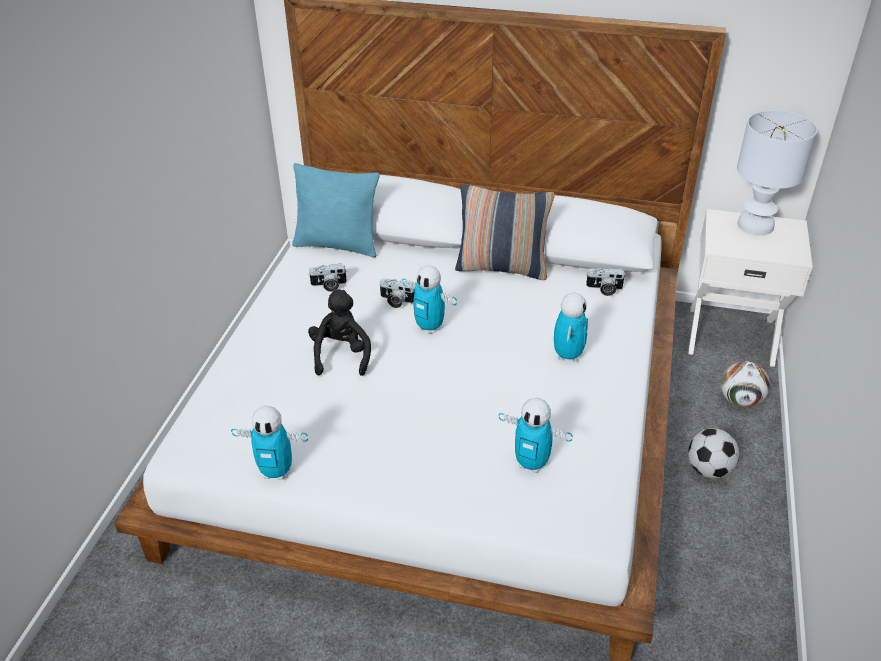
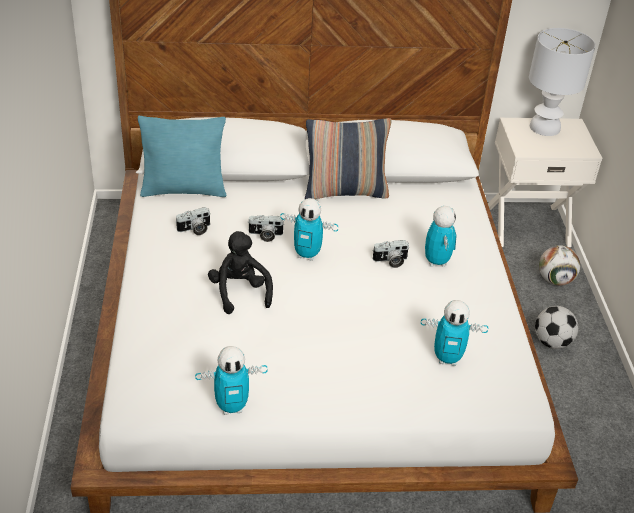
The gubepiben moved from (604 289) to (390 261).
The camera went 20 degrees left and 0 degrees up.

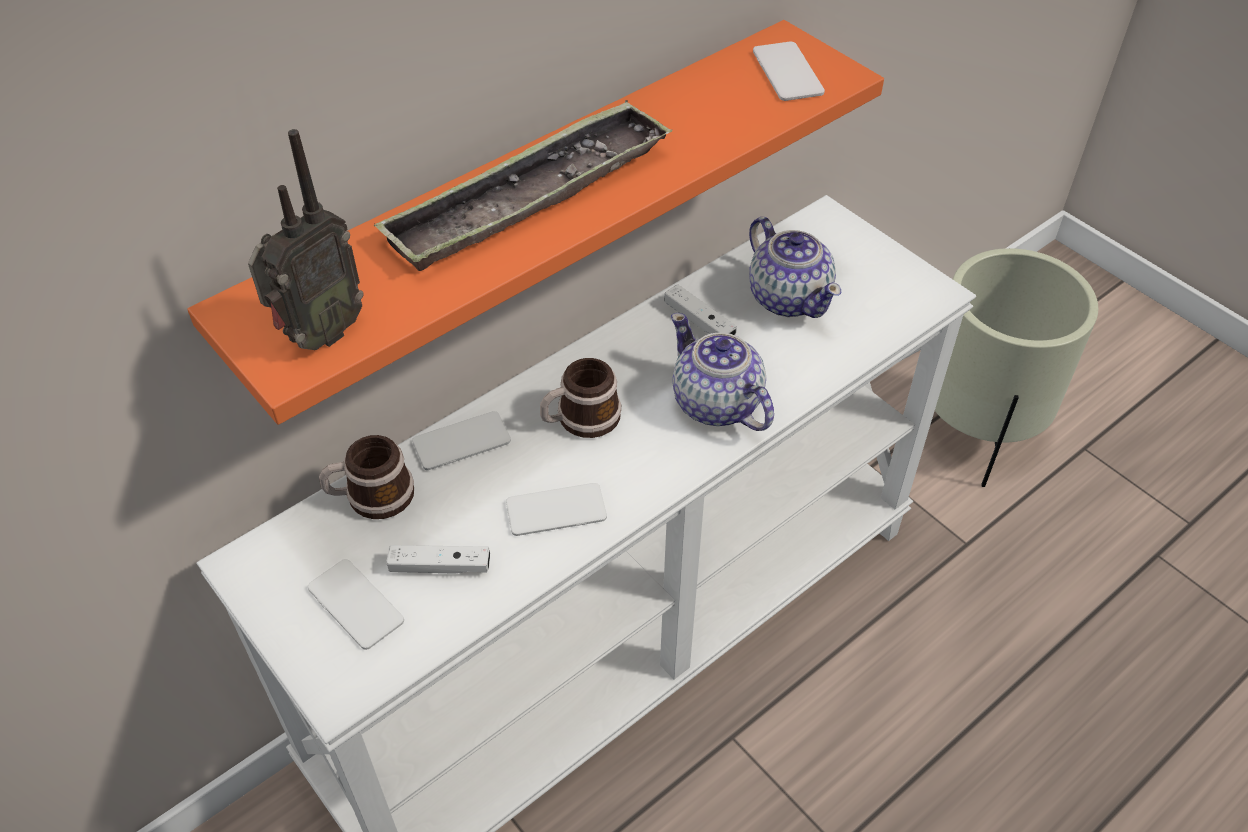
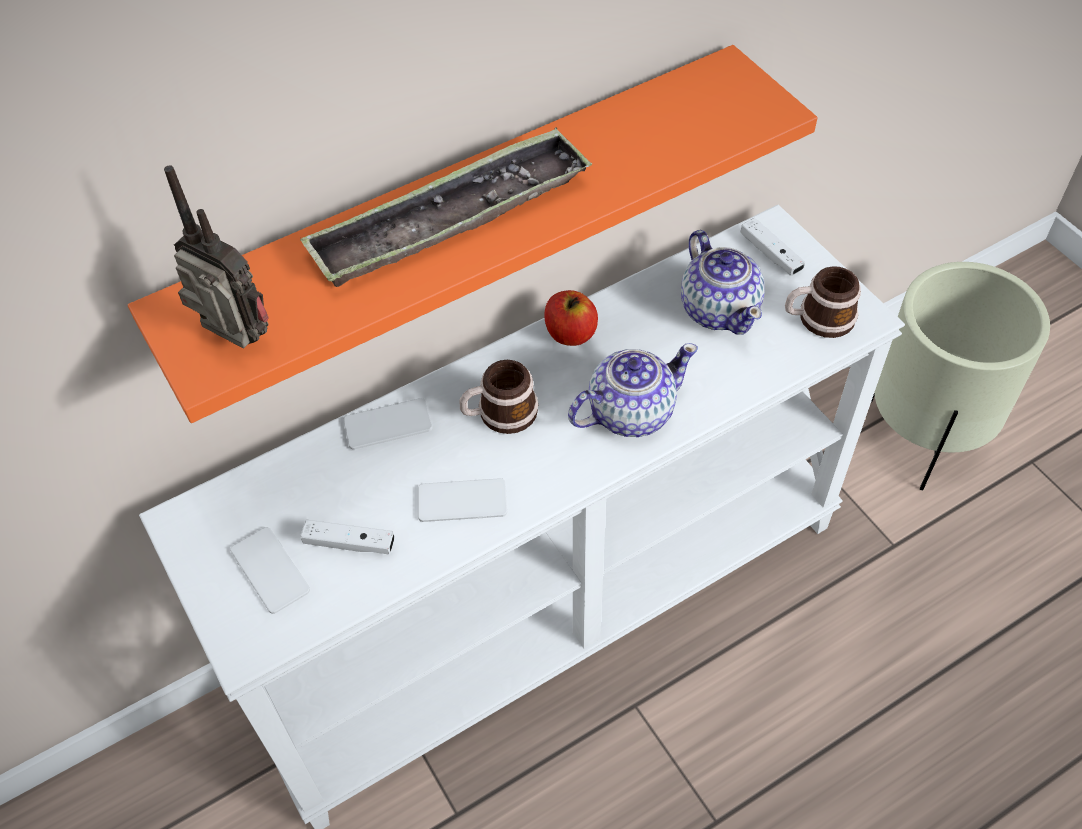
The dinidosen at (318 335) turned 105 degrees counterclockwise.
The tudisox moved from (371 496) to (818 319).
The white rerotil moved from (699 321) to (770 254).
The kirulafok at (716 404) turned 90 degrees clockwise.
The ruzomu at (787 73) disappeared.
The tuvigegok at (570 333) appeared.
The camera went 10 degrees right and 5 degrees up.

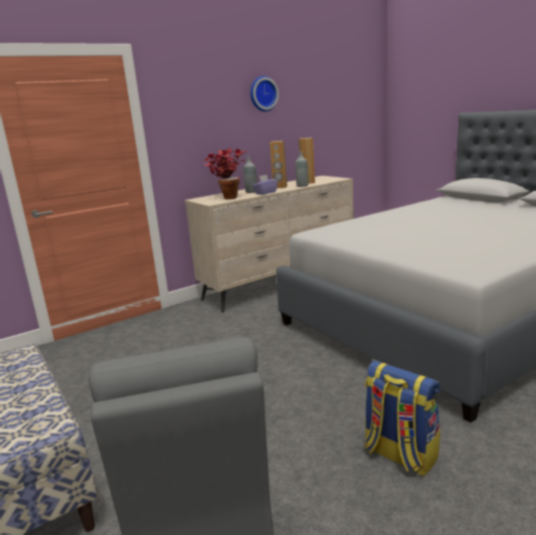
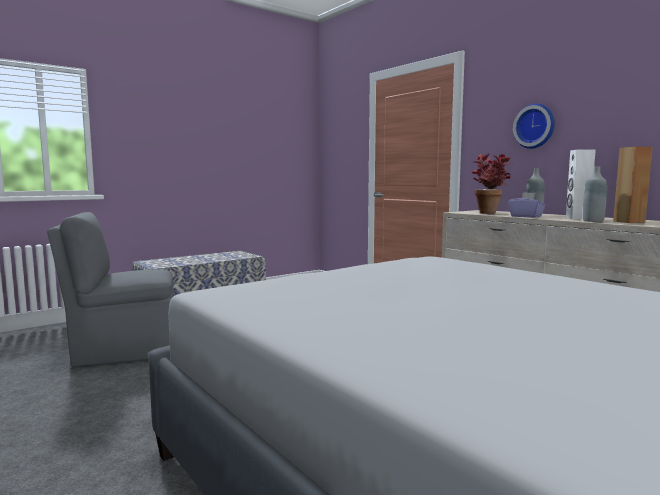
The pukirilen moved from (262 94) to (535 126).
The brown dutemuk at (280 187) became the white dutemuk at (577 218).
The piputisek at (399 455) disappeared.
The camera went 85 degrees right and 10 degrees down.

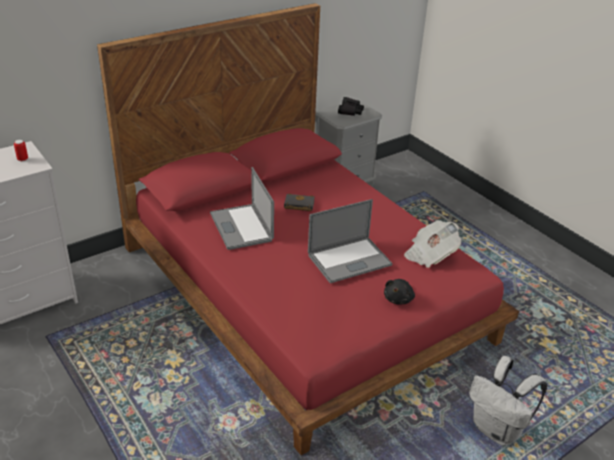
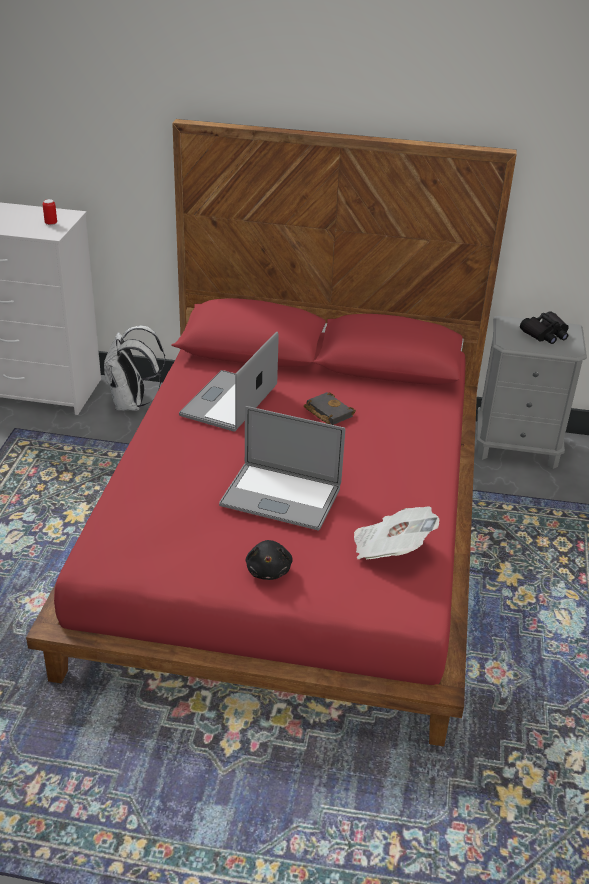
The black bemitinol at (399 299) turned 75 degrees counterclockwise.
The white piputisek moved from (497 430) to (132 404).
The camera went 45 degrees right and 0 degrees up.

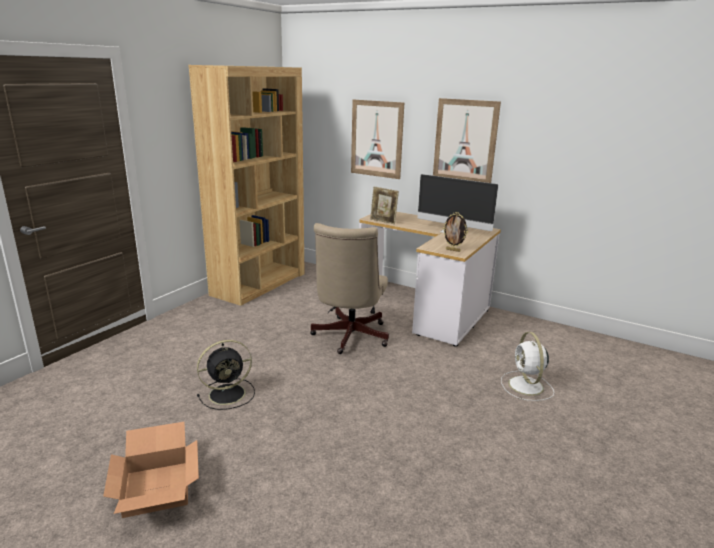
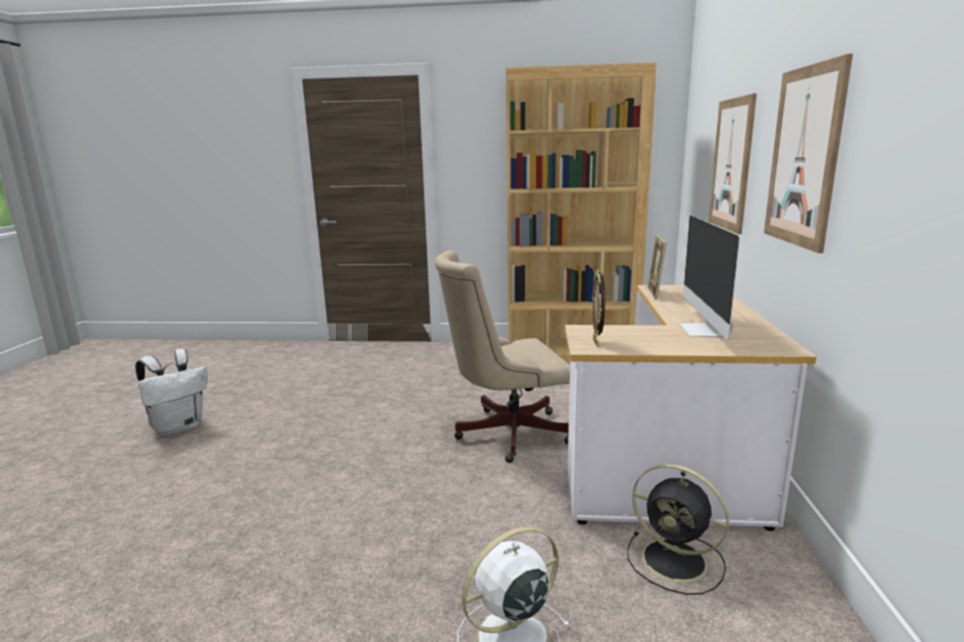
The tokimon at (155 487) was replaced by the white piputisek at (179 427).
The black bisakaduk moved from (229 394) to (677 561).
The camera went 65 degrees right and 5 degrees down.

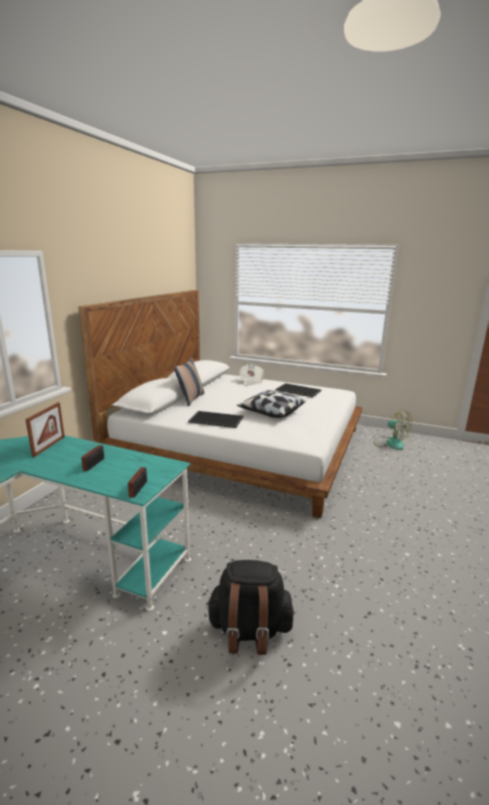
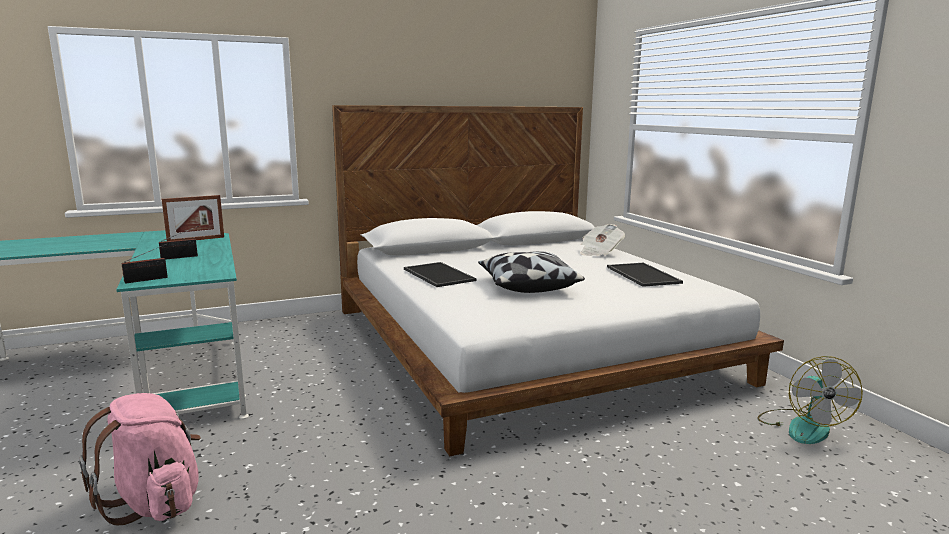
The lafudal at (191 399) disappeared.
The black piputisek at (249 630) became the pink piputisek at (155 502).
The camera went 45 degrees right and 5 degrees down.

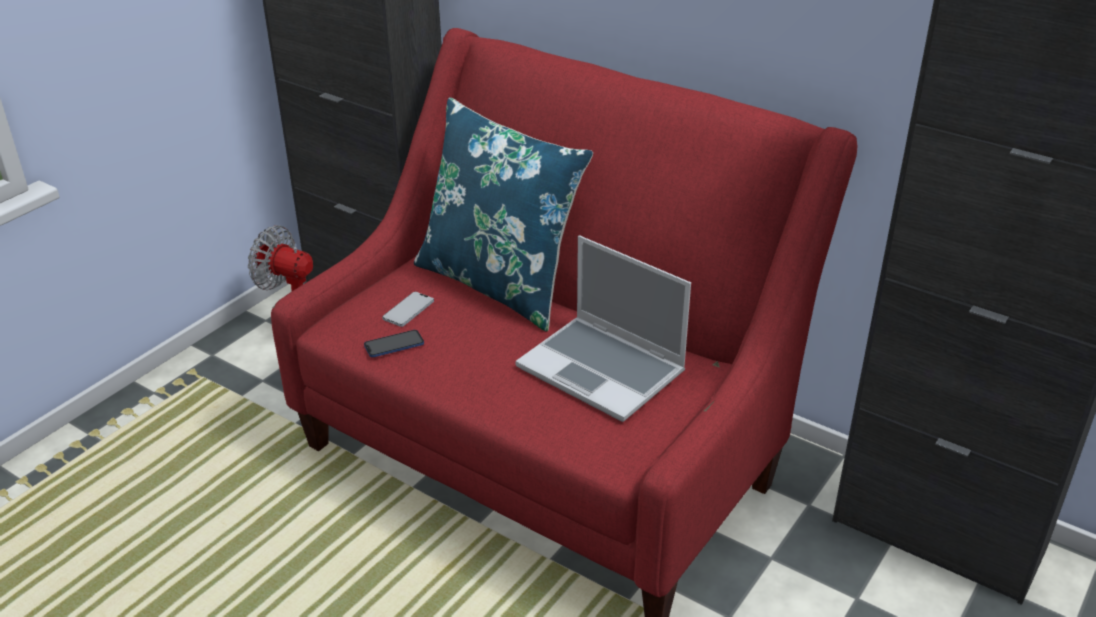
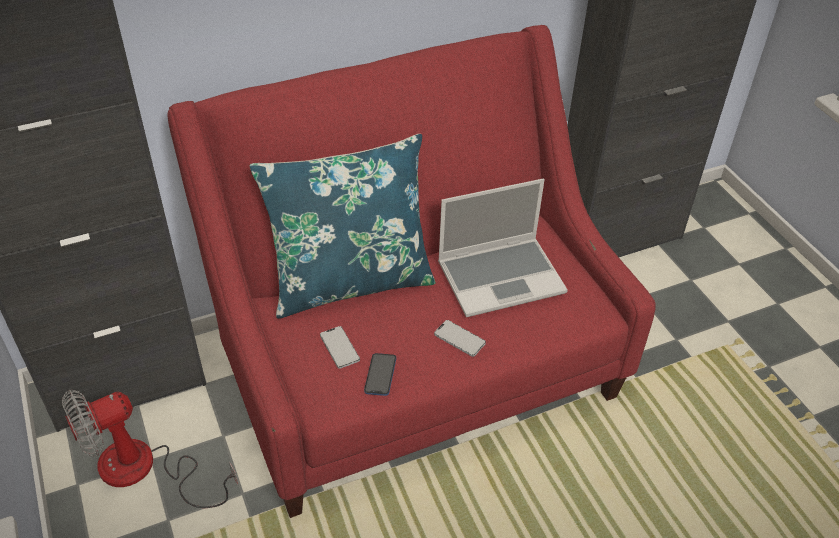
The ruzomu at (459 339) appeared.
The camera went 60 degrees left and 10 degrees up.

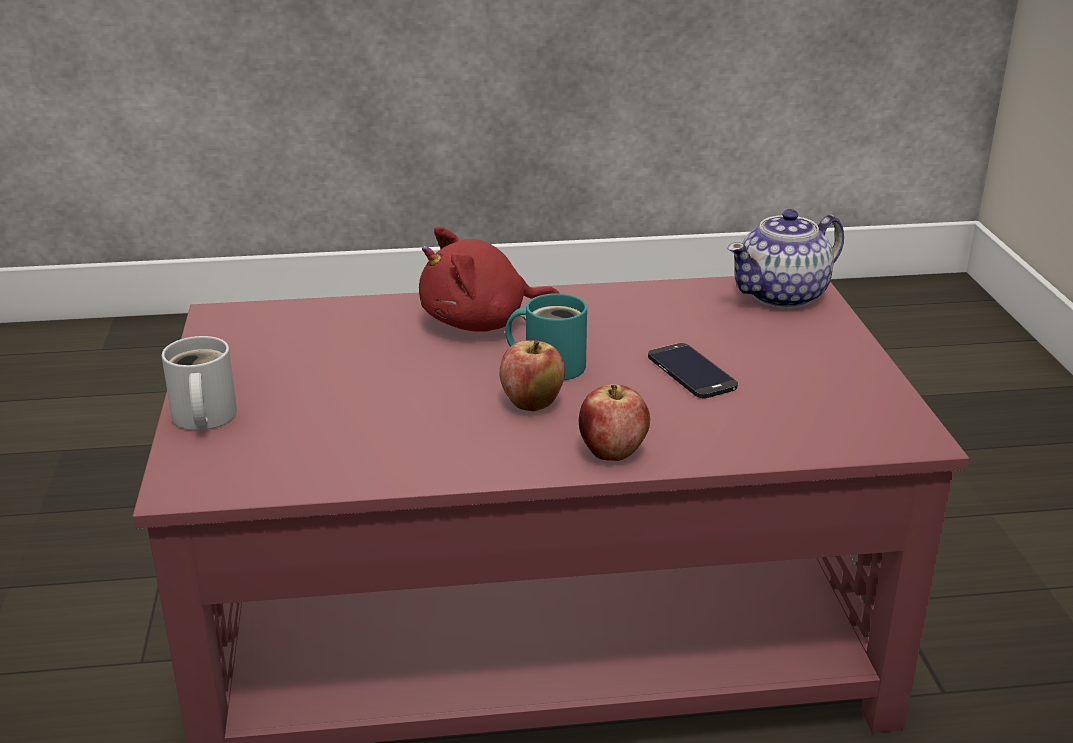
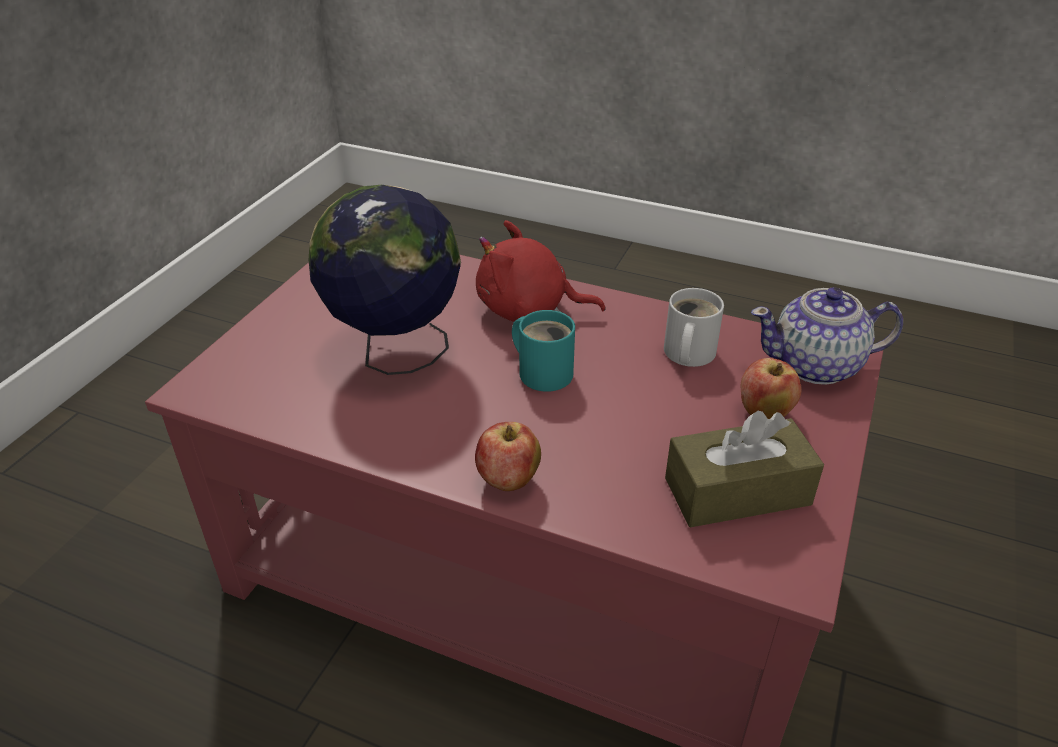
The white tudisox moved from (201 418) to (686 354).
The tuvigegok moved from (531 404) to (764 413).
The ruzomu at (691 371) disappeared.
The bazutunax at (395 353) appeared.
The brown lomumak at (737 491) appeared.
The camera went 30 degrees right and 10 degrees up.

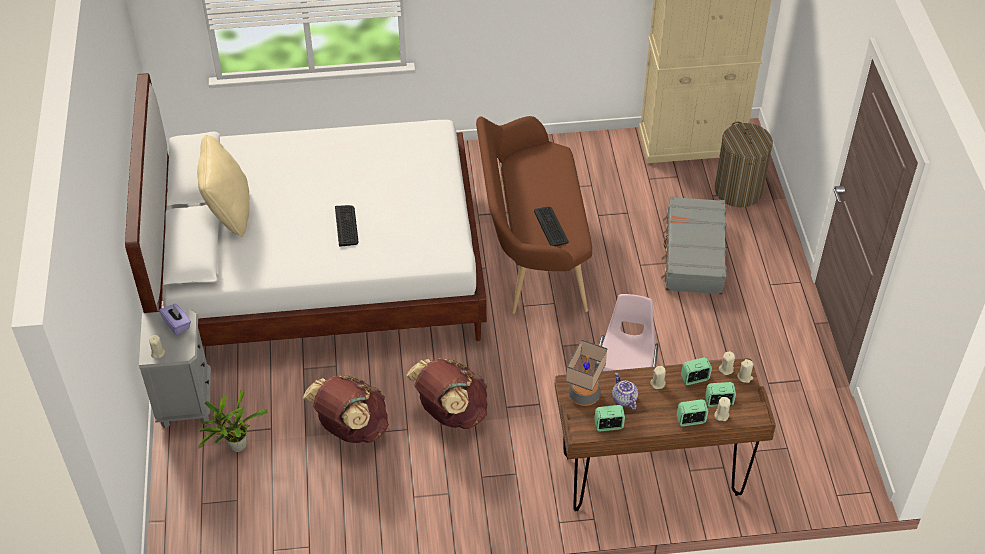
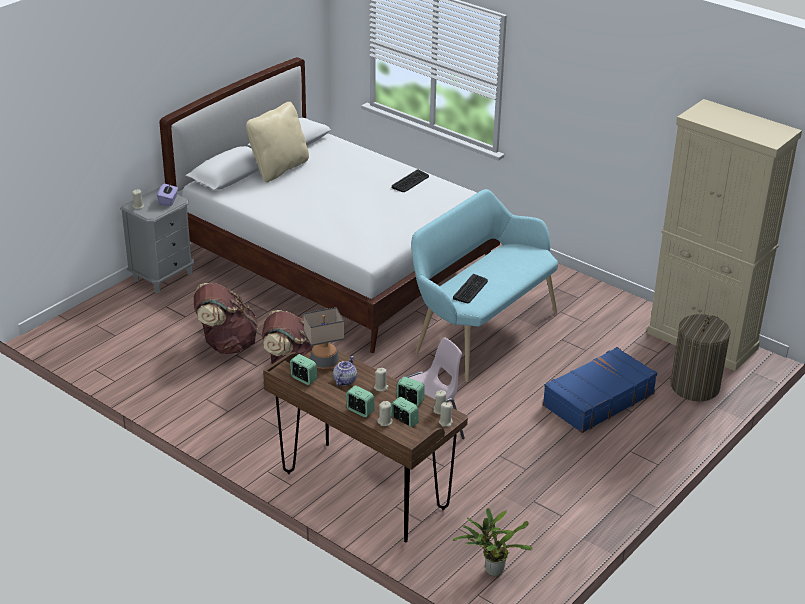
The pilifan moved from (235 447) to (491 570).
The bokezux moved from (346 226) to (410 182).
The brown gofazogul at (531 253) became the turquoise gofazogul at (480 331).
The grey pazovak at (693 254) became the blue pazovak at (597 399).
The camera went 45 degrees right and 15 degrees down.

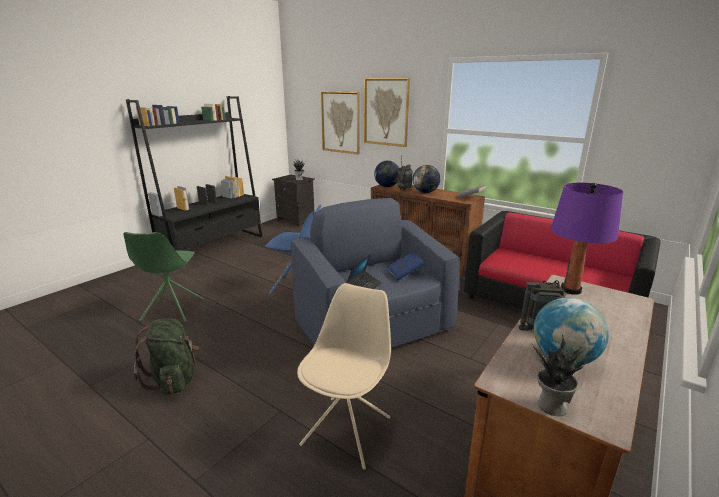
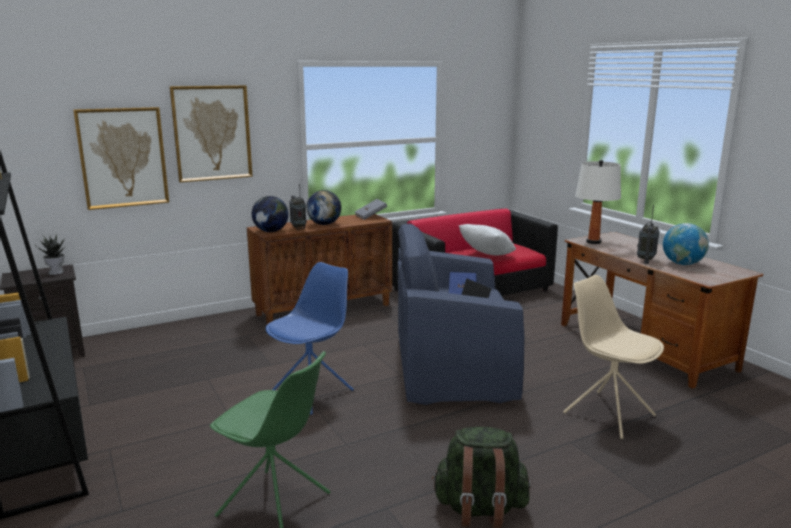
The pilifan at (551 406) disappeared.
The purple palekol at (570 290) became the white palekol at (593 242).
The white lafudal at (486 256) appeared.
The camera went 65 degrees left and 5 degrees down.

